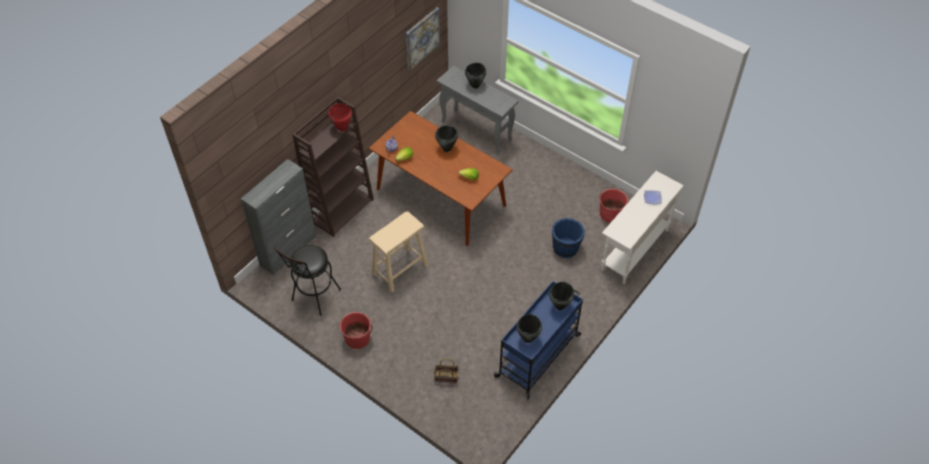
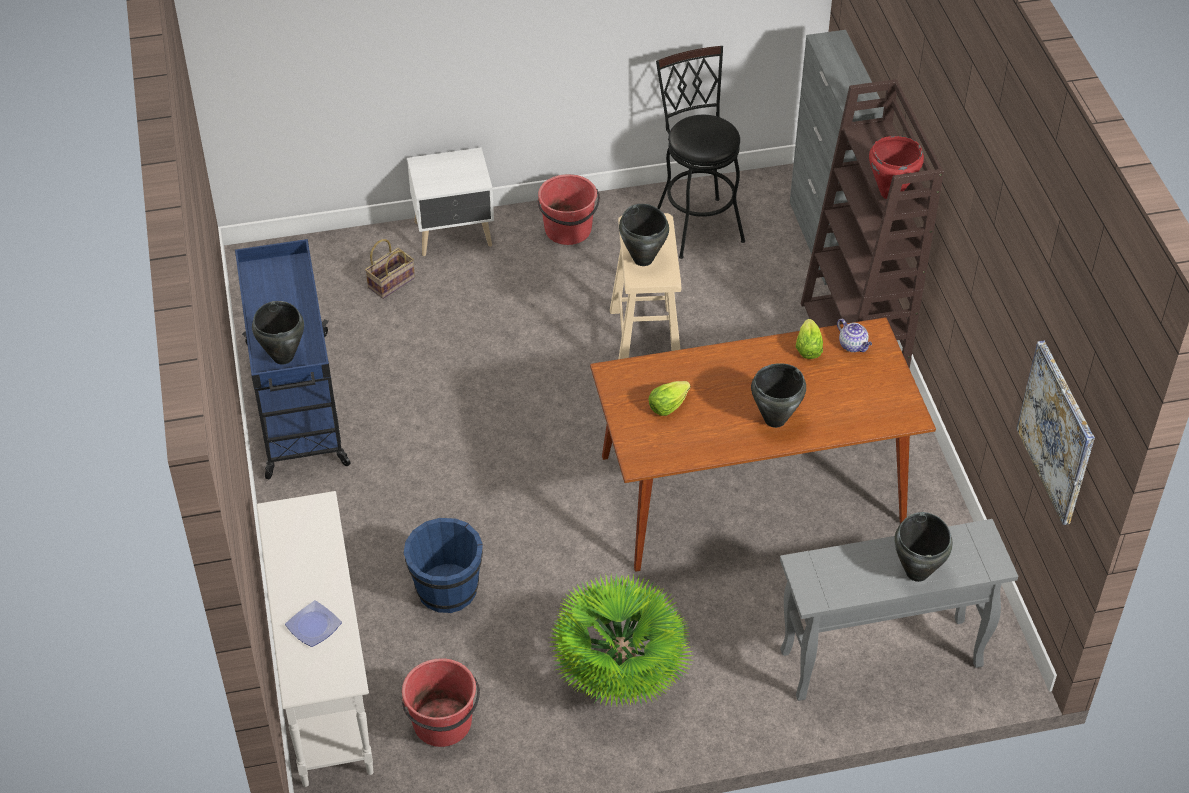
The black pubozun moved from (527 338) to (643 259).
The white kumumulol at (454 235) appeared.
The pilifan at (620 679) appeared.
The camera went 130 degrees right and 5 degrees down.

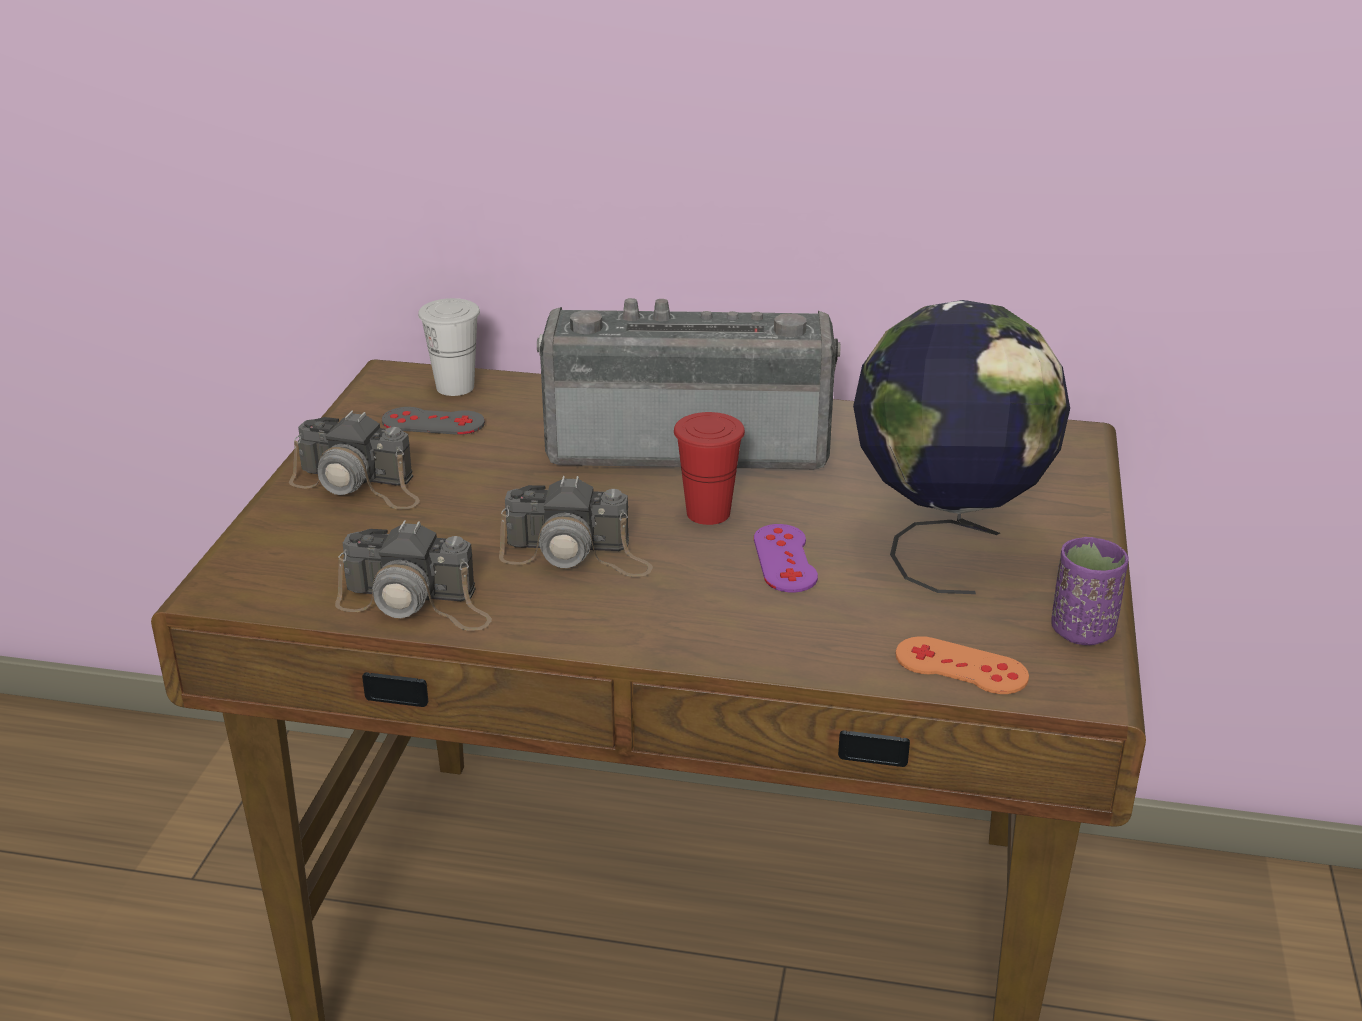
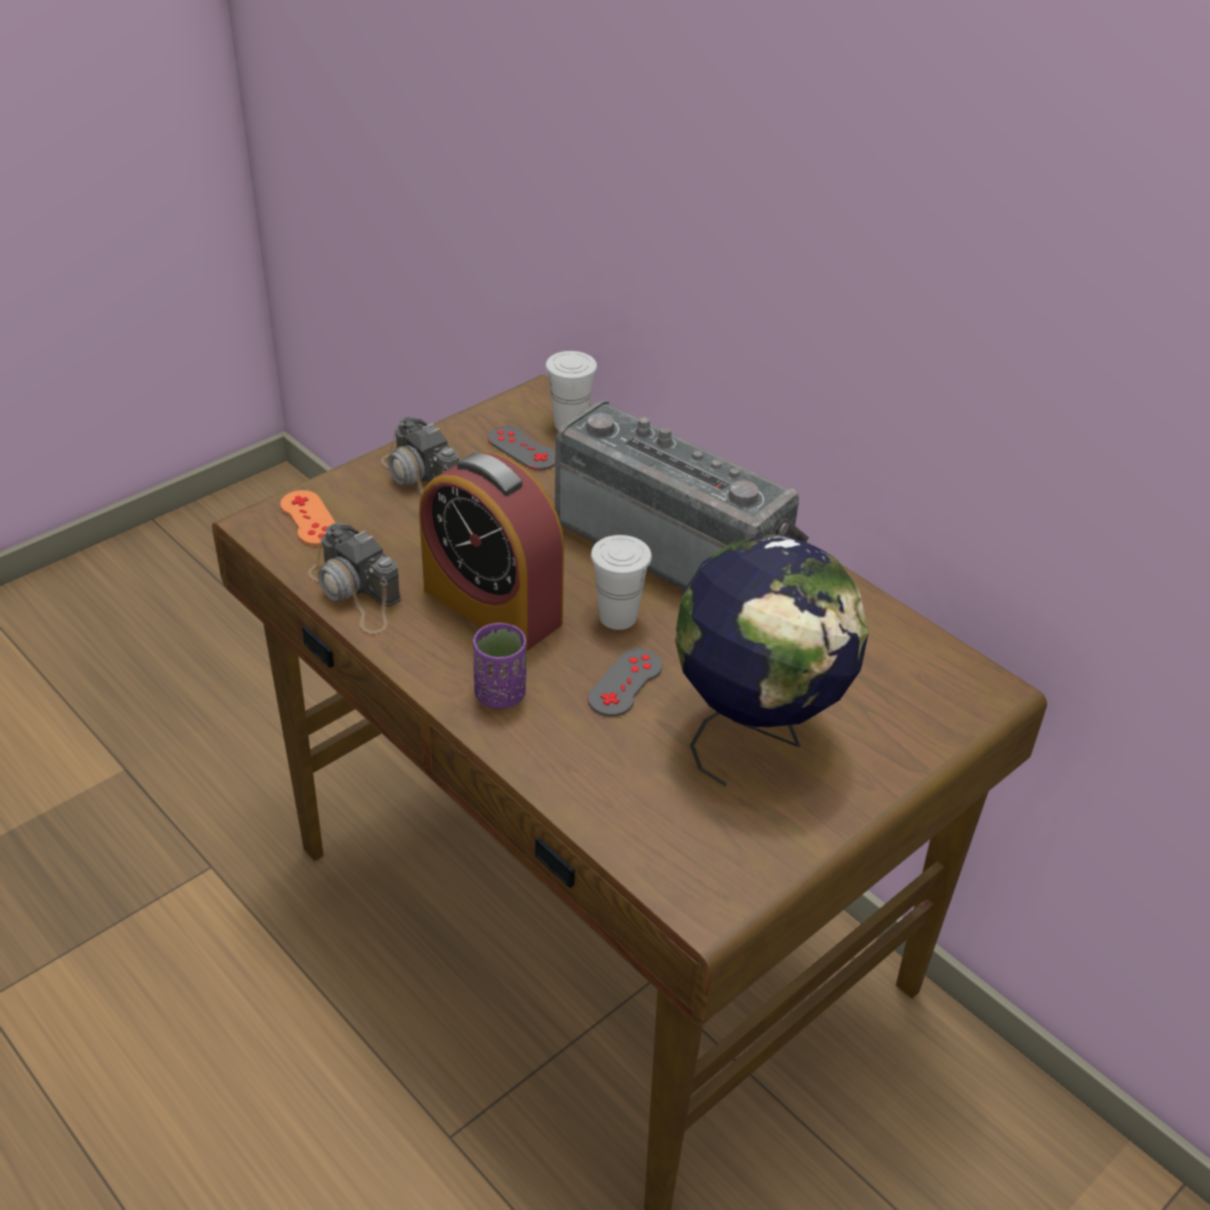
The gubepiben at (577 554) was replaced by the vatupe at (492 606).
The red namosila at (708 513) became the white namosila at (618 617).
The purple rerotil at (785 558) became the grey rerotil at (625 683).
The orange rerotil moved from (961 666) to (309 518).
The purple namosila moved from (1082 631) to (500 695).
The camera went 35 degrees right and 10 degrees up.

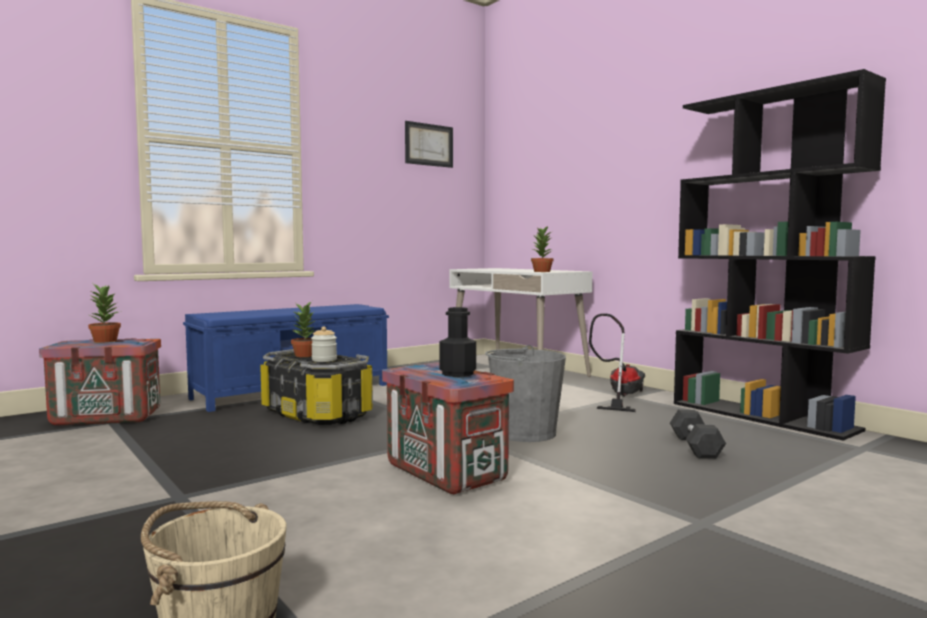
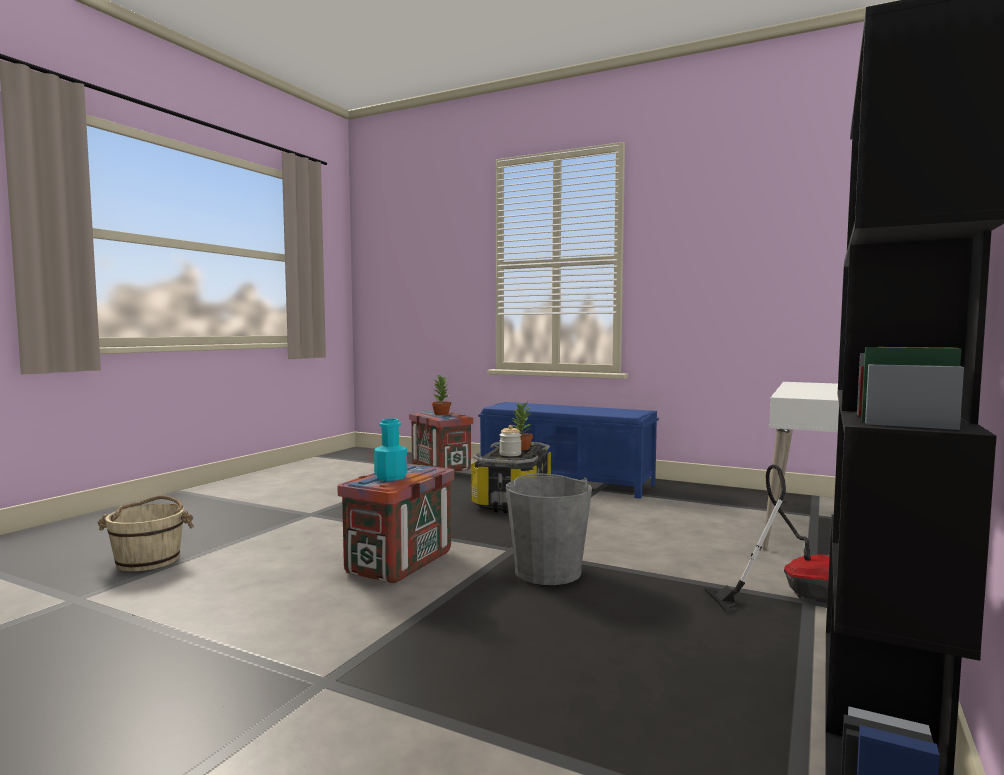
The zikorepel at (429 145) disappeared.
The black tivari at (457 373) became the turquoise tivari at (391 477).
The pilifan at (542 271) disappeared.
The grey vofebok at (695 447) disappeared.
The camera went 65 degrees right and 0 degrees up.

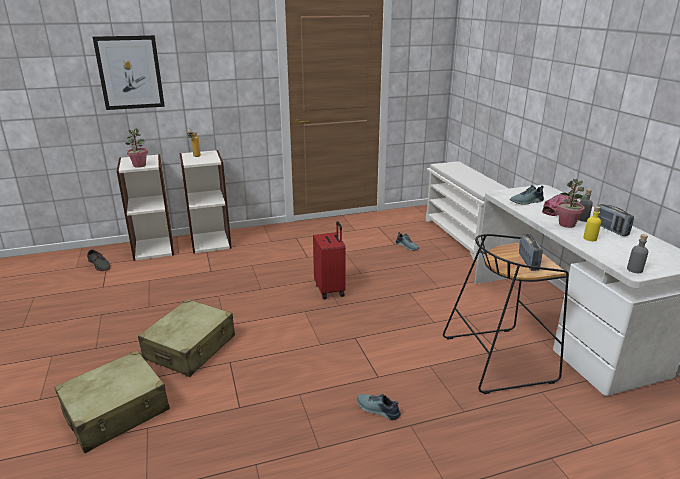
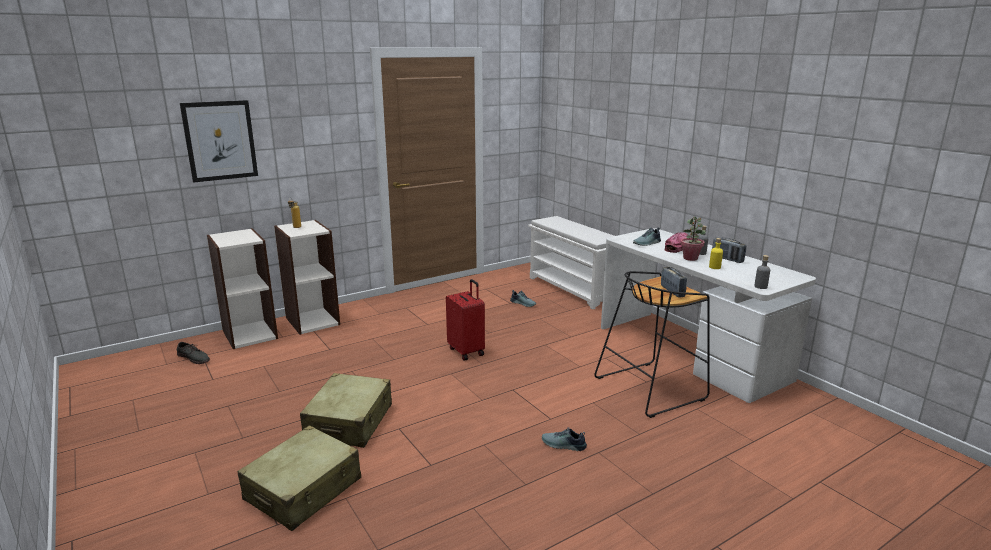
The pilifan at (139 165) disappeared.
The camera went 15 degrees left and 5 degrees down.

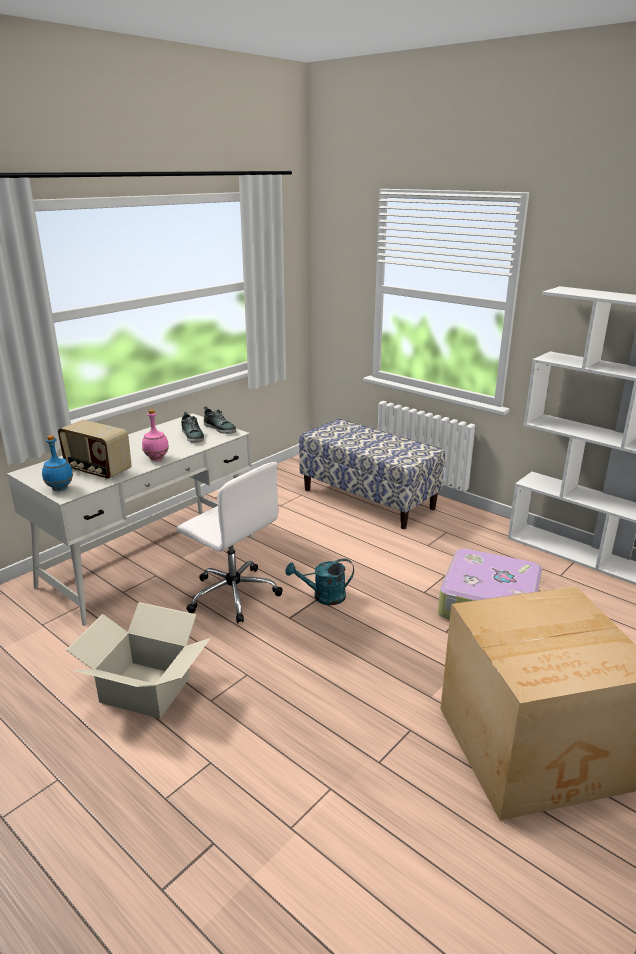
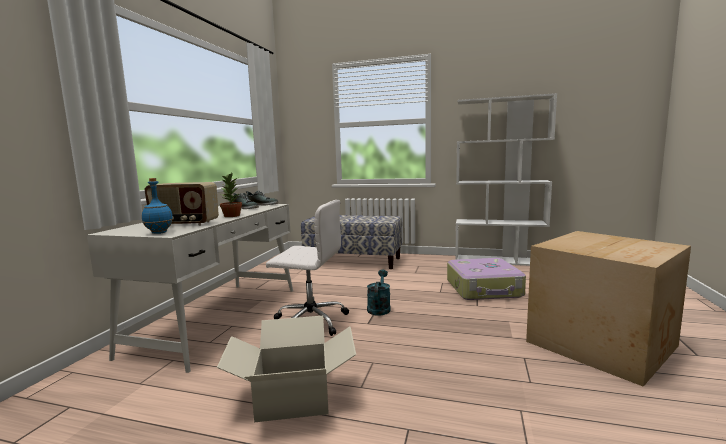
The pink tivari at (156 459) was replaced by the pilifan at (231 216).
The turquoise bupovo at (323 597) turned 135 degrees clockwise.
The camera went 25 degrees left and 15 degrees down.

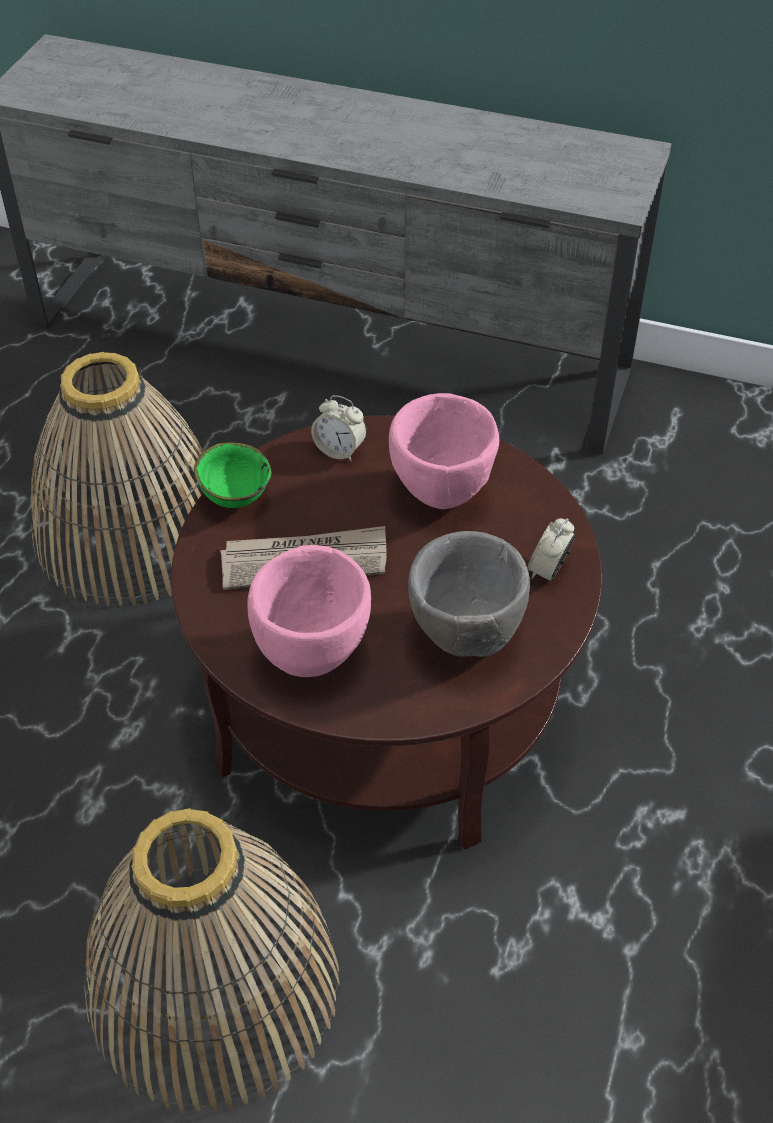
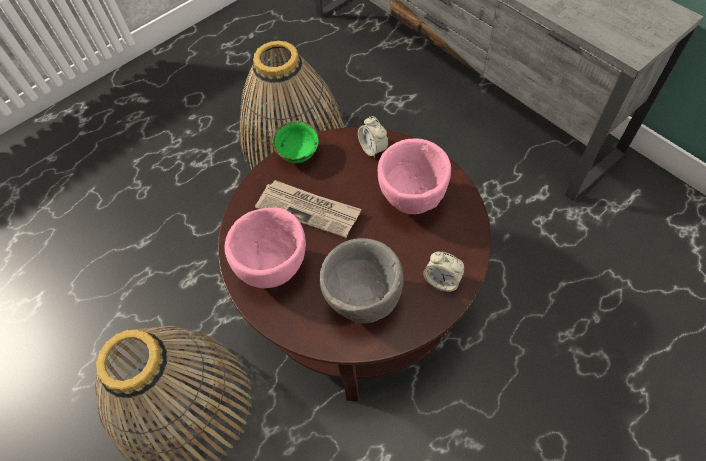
The vatupe at (548 570) turned 120 degrees counterclockwise.
The camera went 35 degrees right and 10 degrees up.

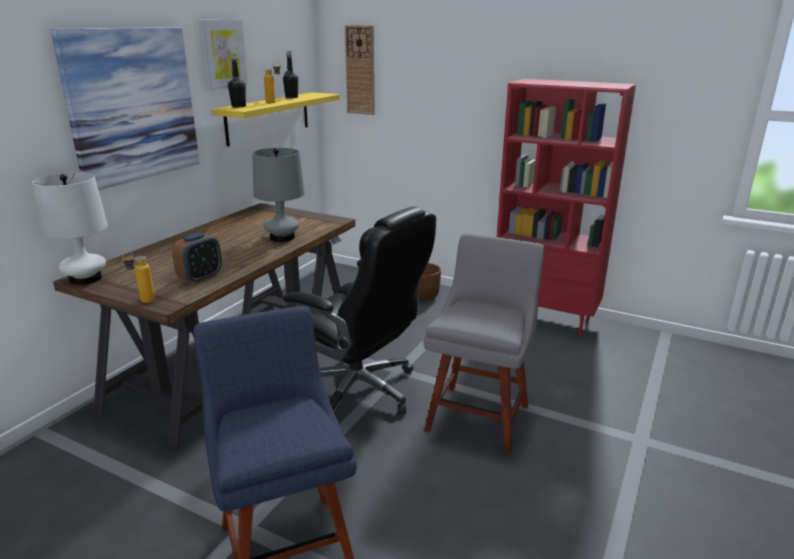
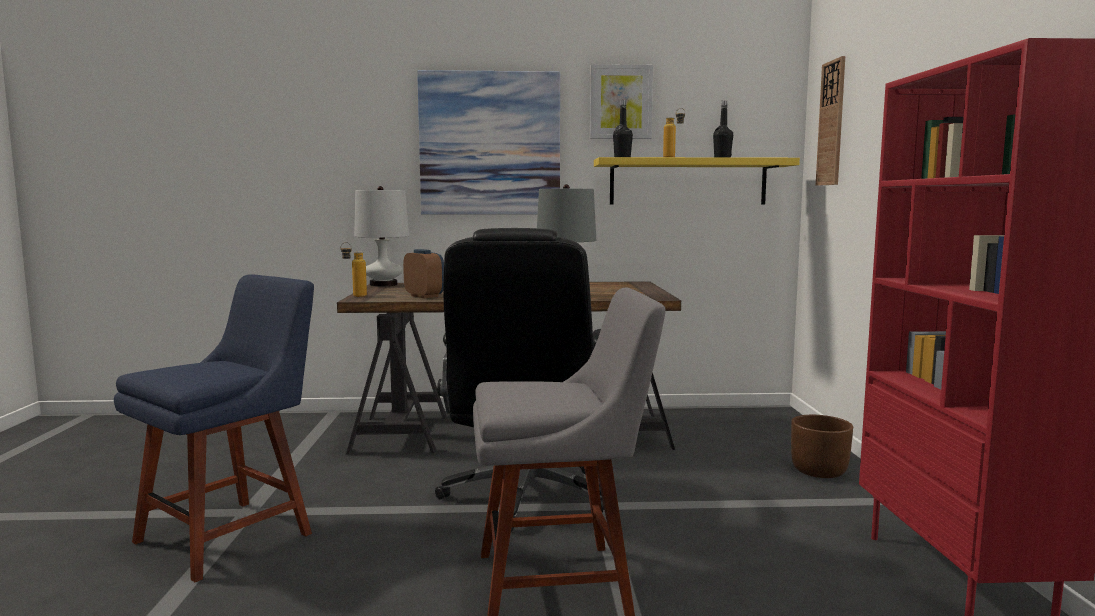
The vatupe at (200 277) turned 135 degrees counterclockwise.
The camera went 60 degrees right and 15 degrees down.

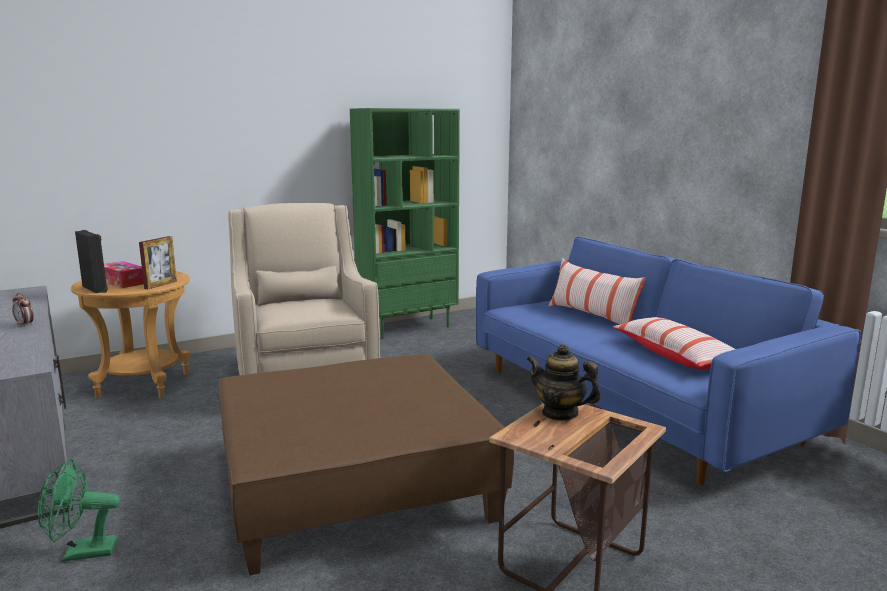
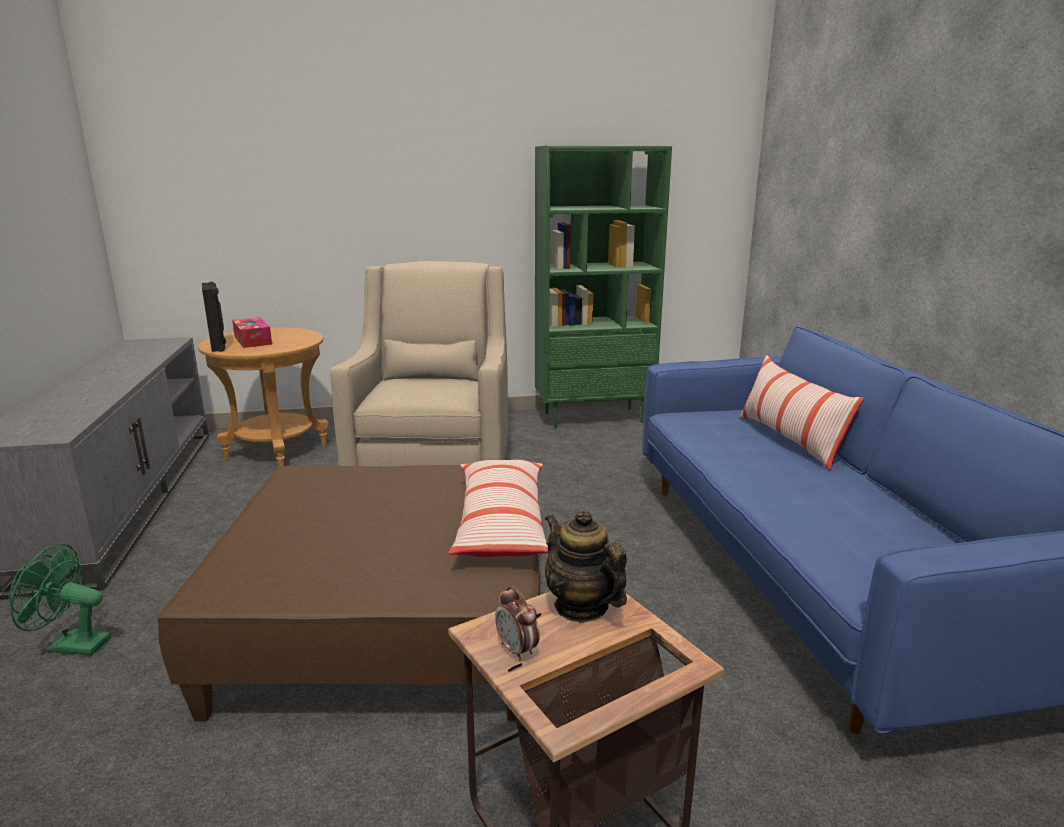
The vatupe moved from (25 325) to (517 650).
The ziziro at (160 285) disappeared.
The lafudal moved from (676 356) to (501 523).
The camera went 20 degrees right and 5 degrees up.

